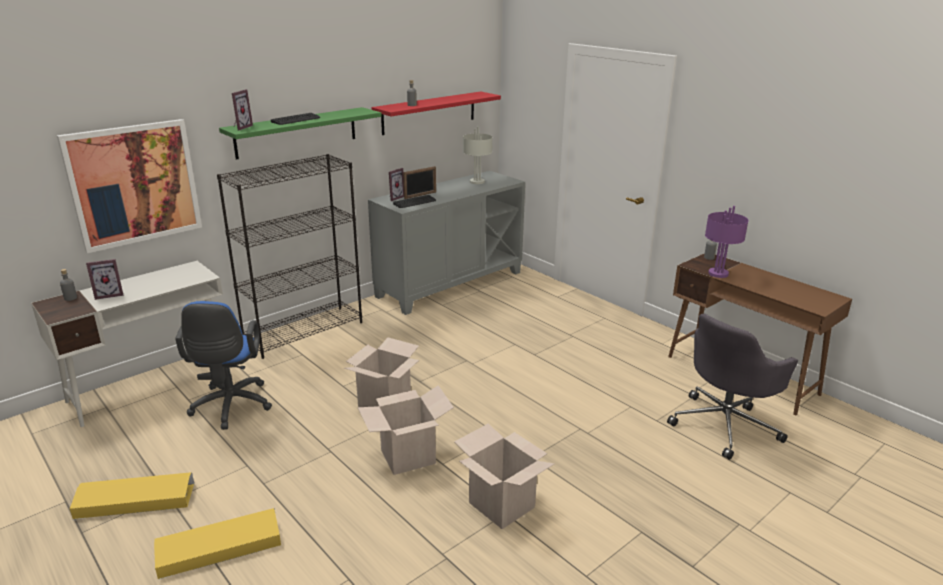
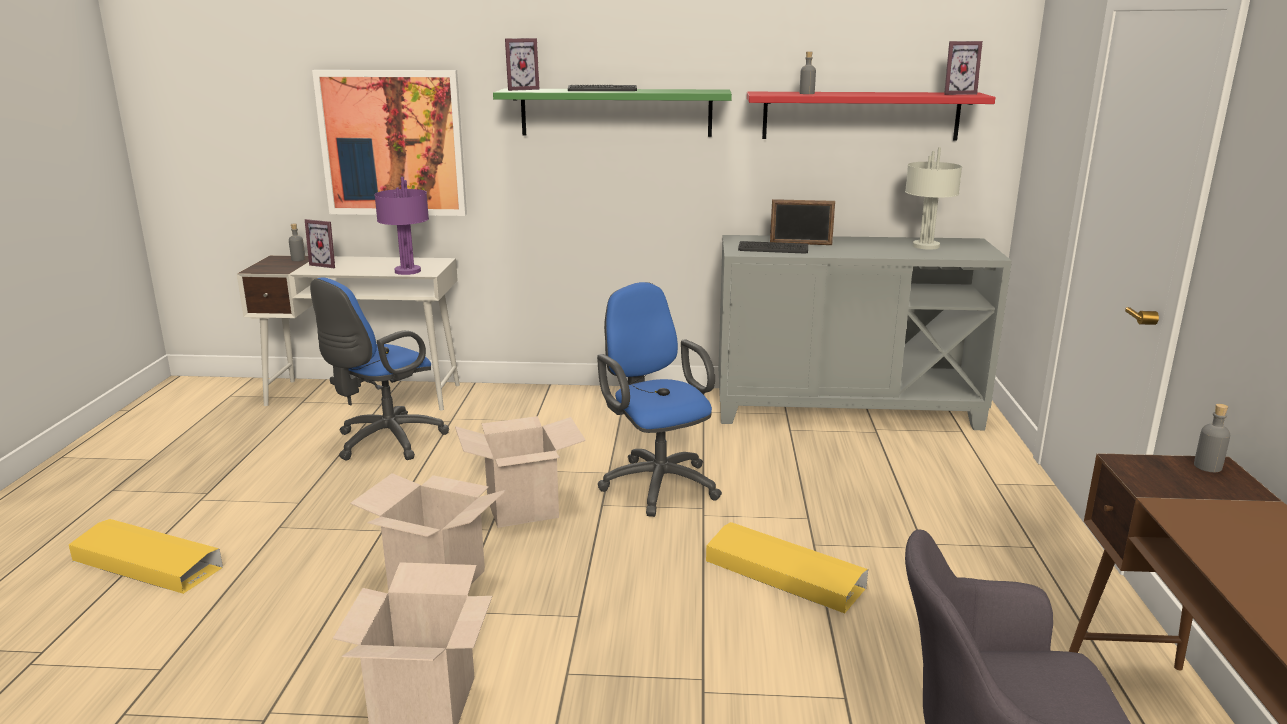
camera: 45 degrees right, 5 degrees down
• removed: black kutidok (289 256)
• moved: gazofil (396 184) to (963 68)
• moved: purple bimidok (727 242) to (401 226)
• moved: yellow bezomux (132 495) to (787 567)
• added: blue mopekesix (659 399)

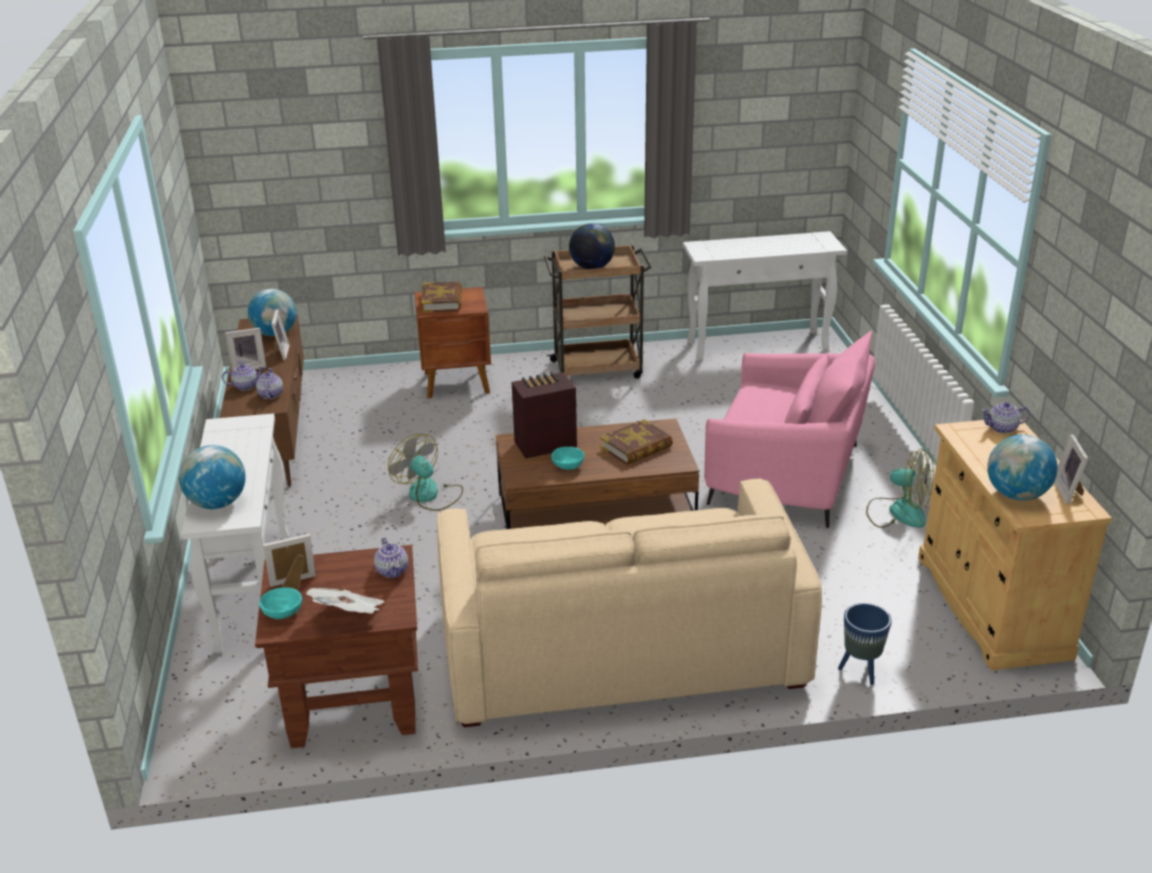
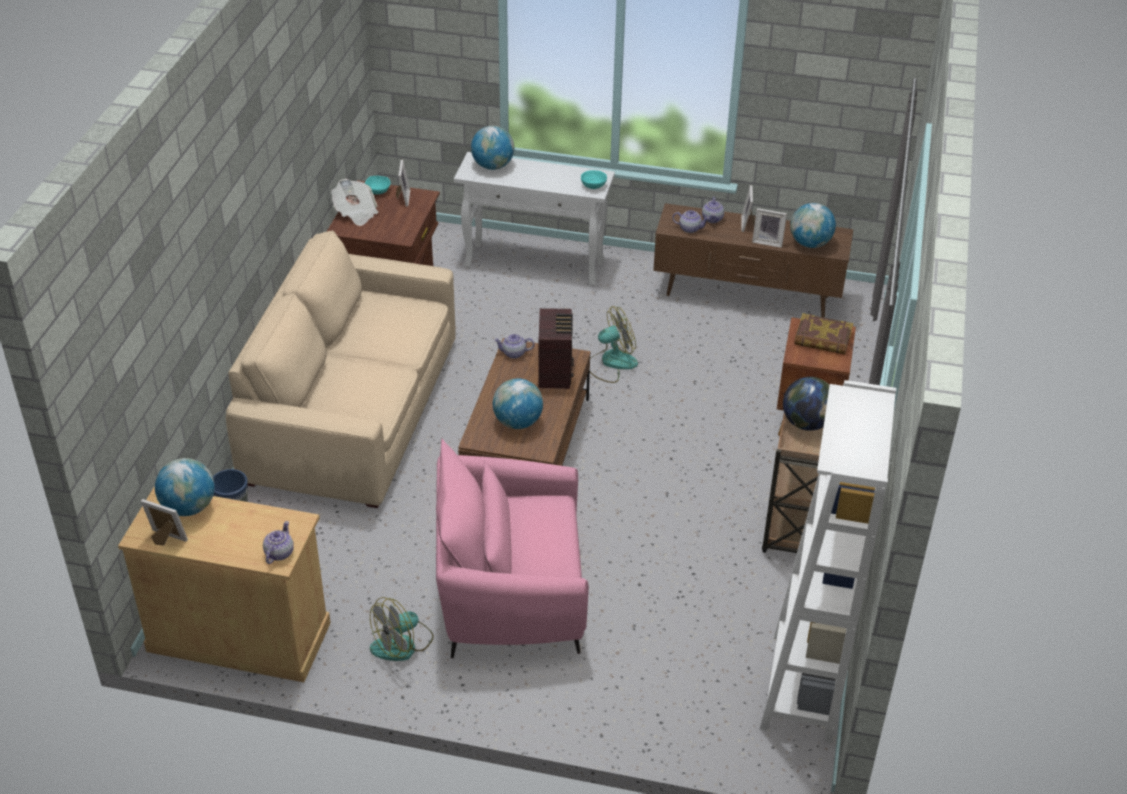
camera: 110 degrees right, 10 degrees up
• replaced: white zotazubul (765 296) to white kutidok (828 561)
• turned: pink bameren (789 429) = (512 549) 45 degrees clockwise
• replaced: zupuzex (636 442) to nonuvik (518 403)
• moved: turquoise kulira (567 458) to (594 179)
• moved: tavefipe (391 558) to (514 346)

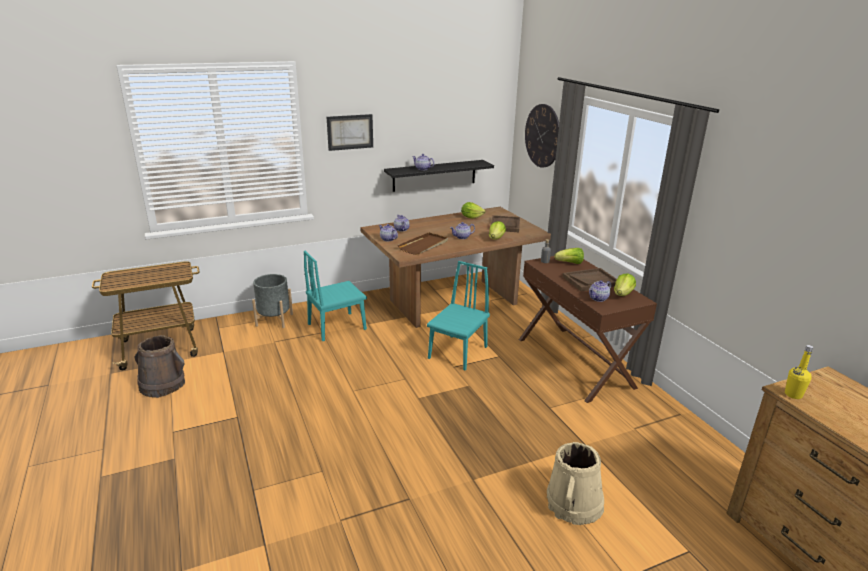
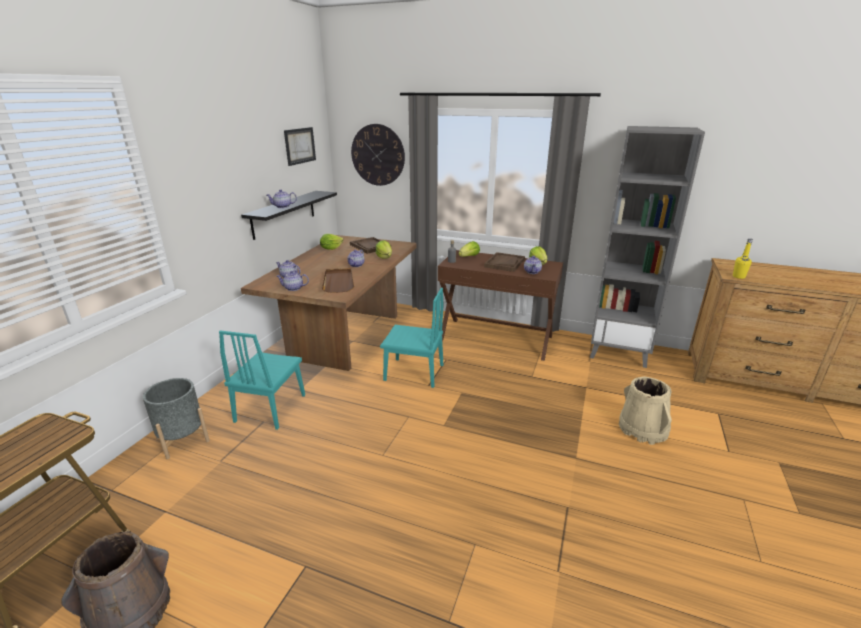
camera: 45 degrees left, 0 degrees up
• moved: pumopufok (350 132) to (300 146)
• turned: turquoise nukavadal (458 315) = (412 338) 120 degrees clockwise
• added: grey kutidok (647 247)

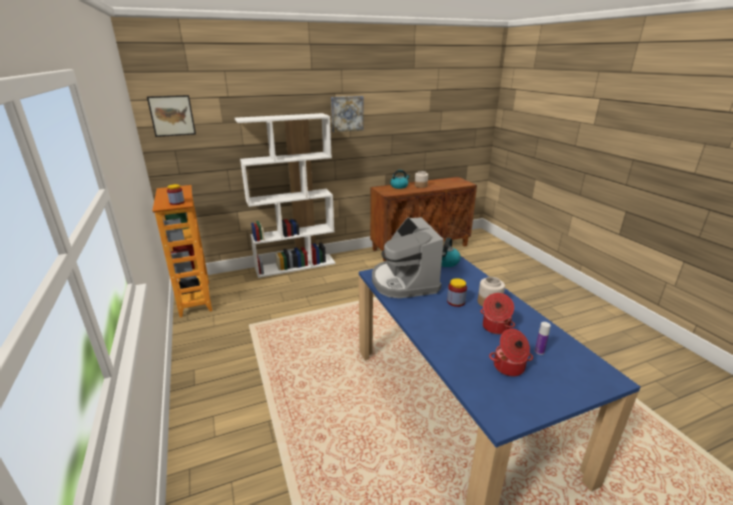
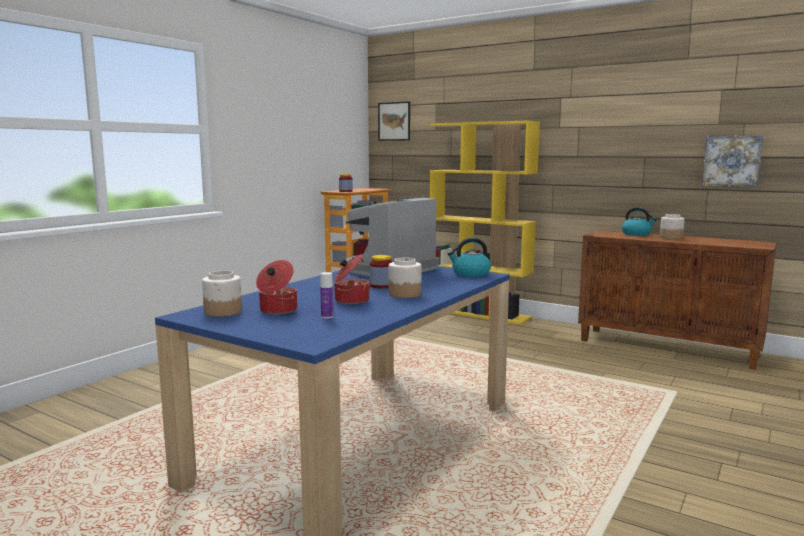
camera: 55 degrees right, 15 degrees down
• moved: pumopufok (347 114) to (733 161)
• recoloured: white kutidok (285 195) to yellow kutidok (485 222)
• added: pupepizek (222 294)

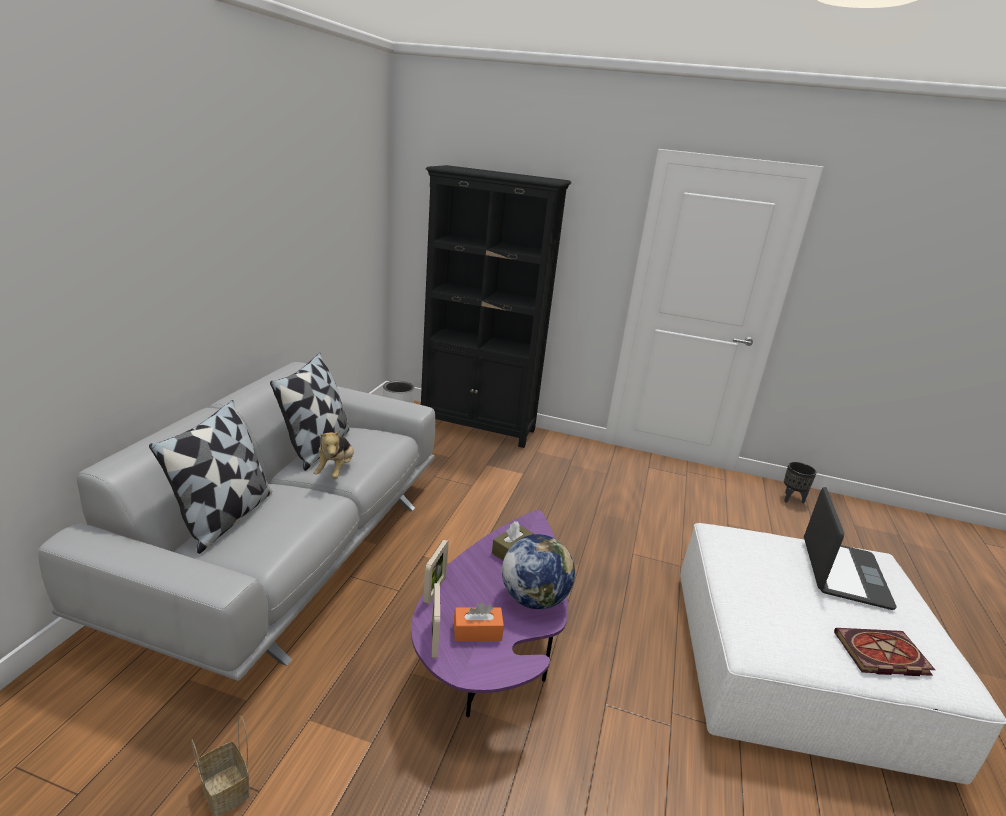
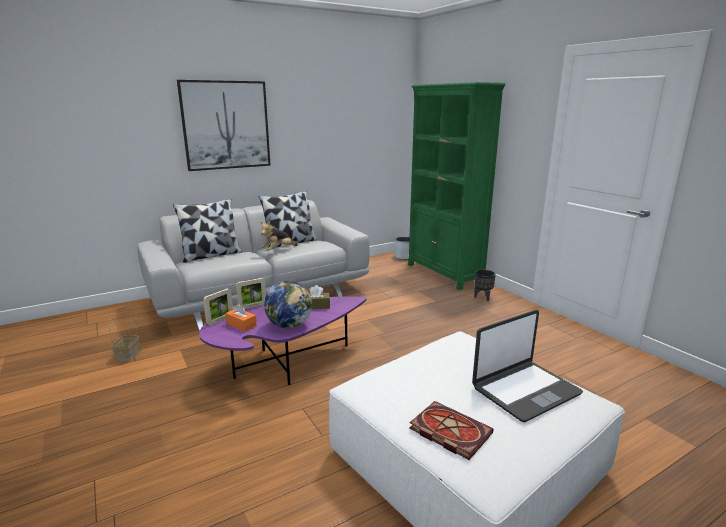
camera: 45 degrees right, 5 degrees down
• recoloured: black kutidok (496 306) to green kutidok (457 186)
• moved: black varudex (800 482) to (485 285)
• added: pumopufok (224 125)

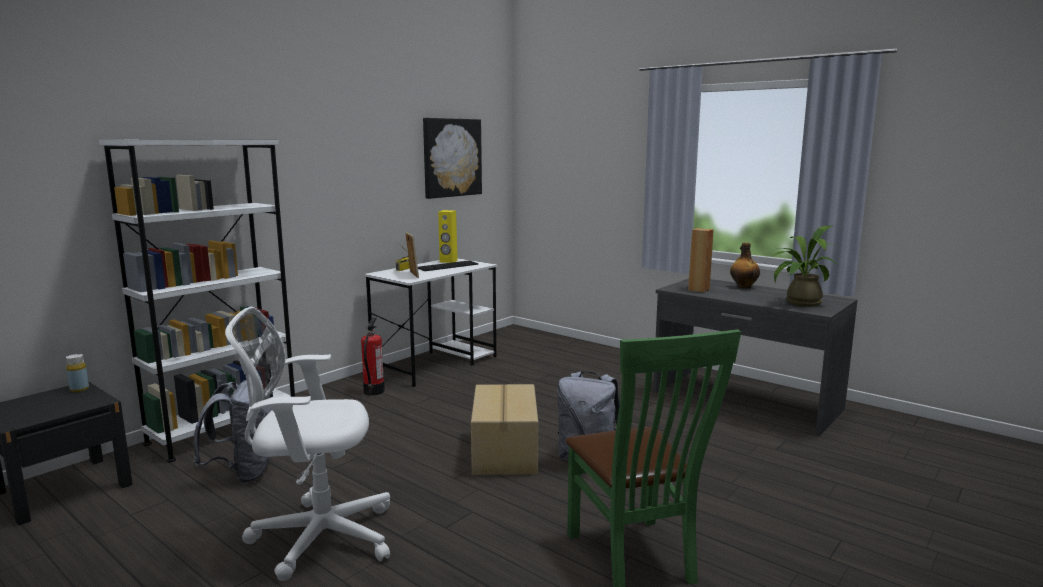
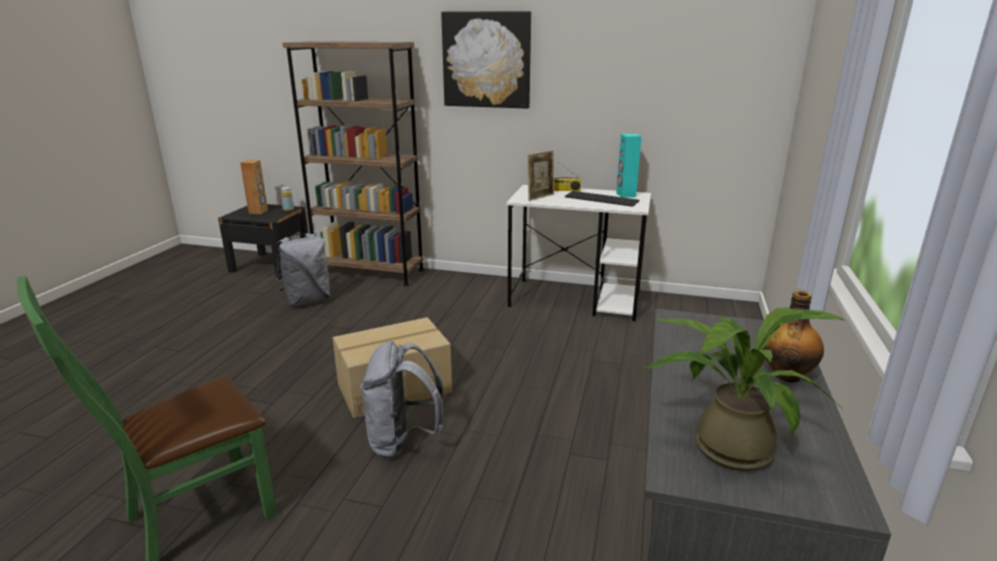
camera: 65 degrees right, 10 degrees up
• moved: pumopufok (452 158) to (486 60)
• recoloured: white kutidok (197 300) to brown kutidok (353 164)
• recoloured: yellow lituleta (448 236) to turquoise lituleta (629 166)
• moved: brown lituleta (701 260) to (254 187)
• removed: white mopekesix (307 444)
• removed: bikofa (373 356)

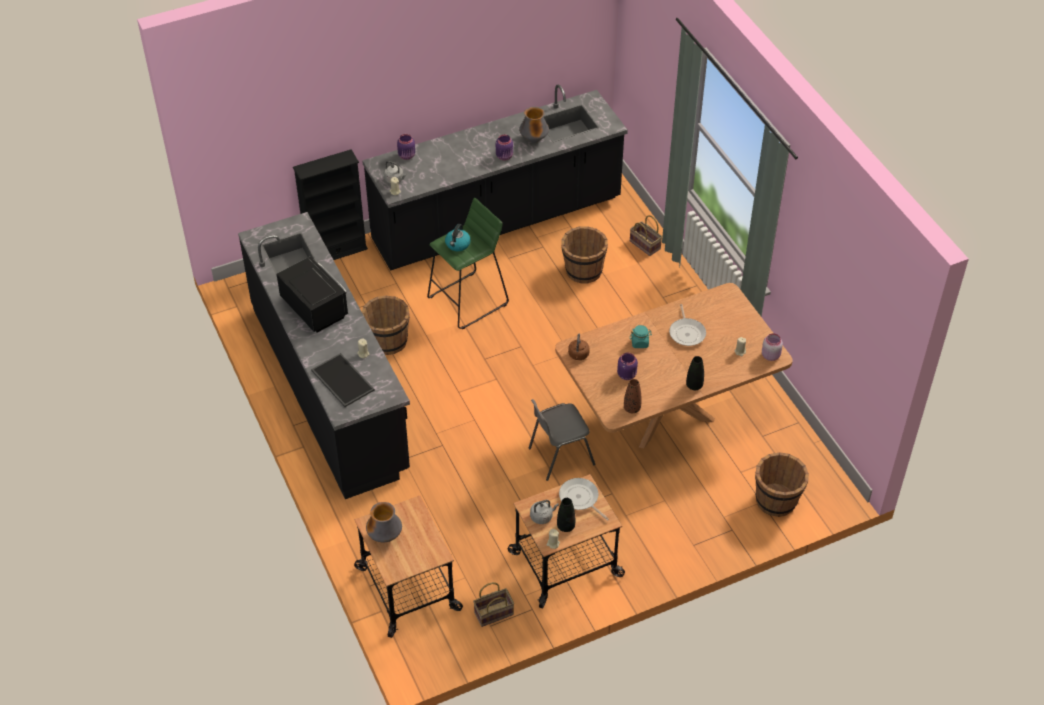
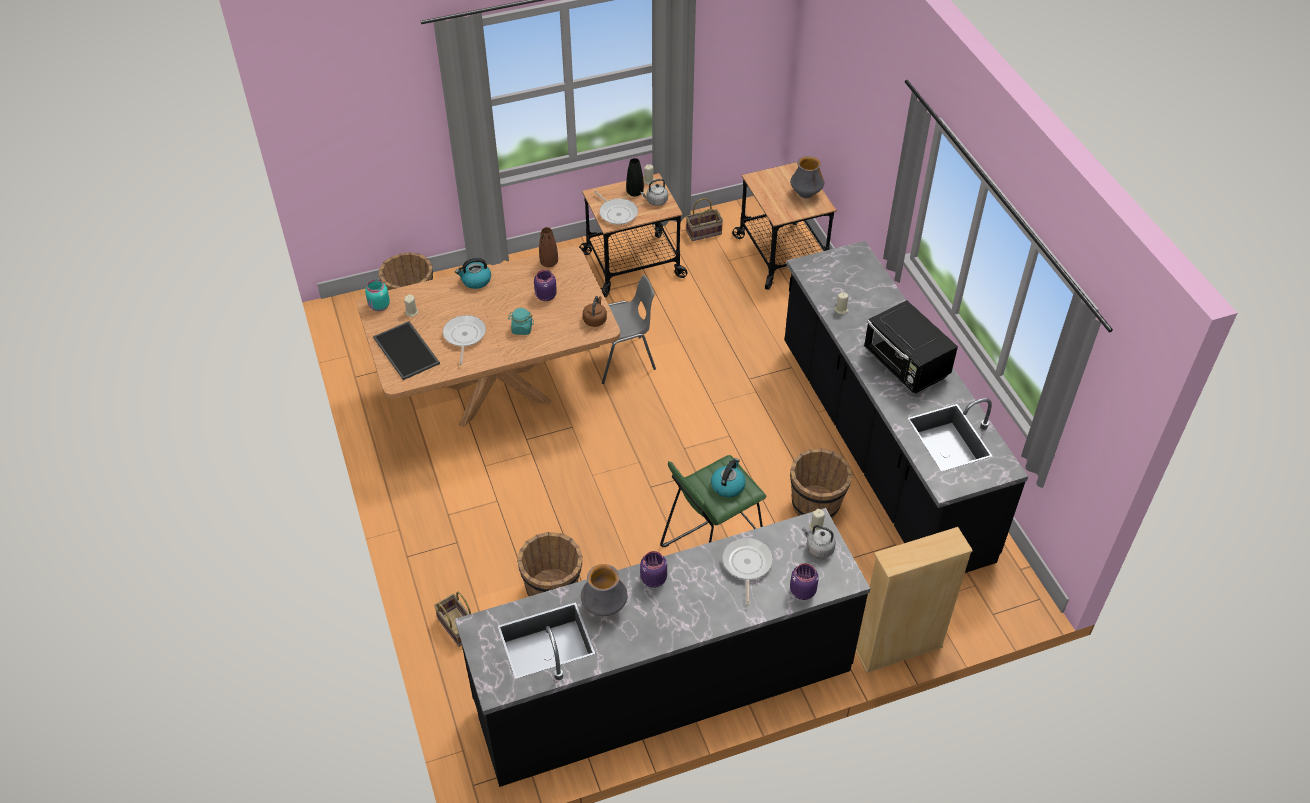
camera: 175 degrees left, 0 degrees up
• recoloured: black kutidok (330 204) to beige kutidok (914 600)
• recoloured: pink pupepizek (772 347) to turquoise pupepizek (377 295)
• moved: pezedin (343 380) to (406 350)
• replaced: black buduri (695 373) to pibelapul (473 273)
• added: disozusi (747 571)

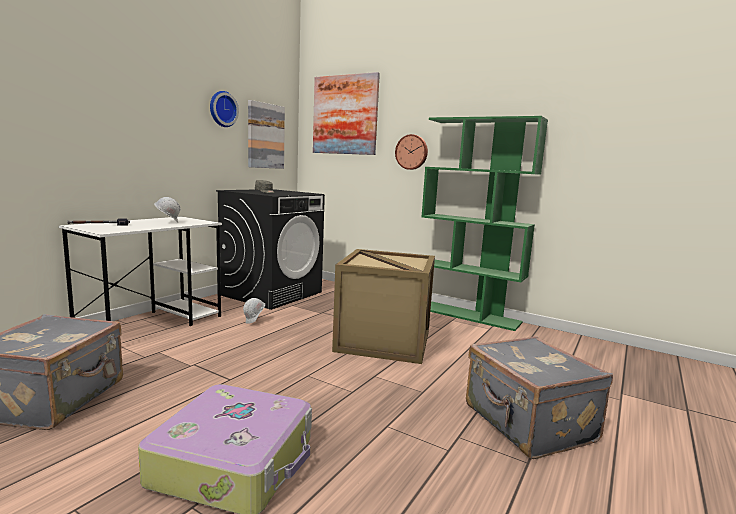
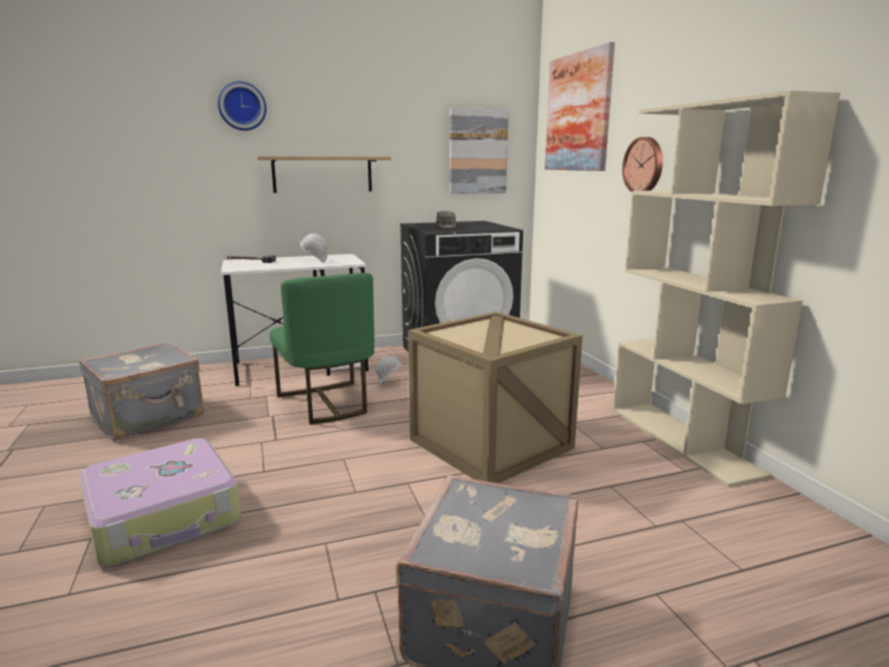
camera: 40 degrees right, 5 degrees up
• moved: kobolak (224 109) to (242 106)
• recoloured: green kutidok (484 223) to beige kutidok (726 288)
• added: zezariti (324 174)
• added: green nukavadal (322 348)

